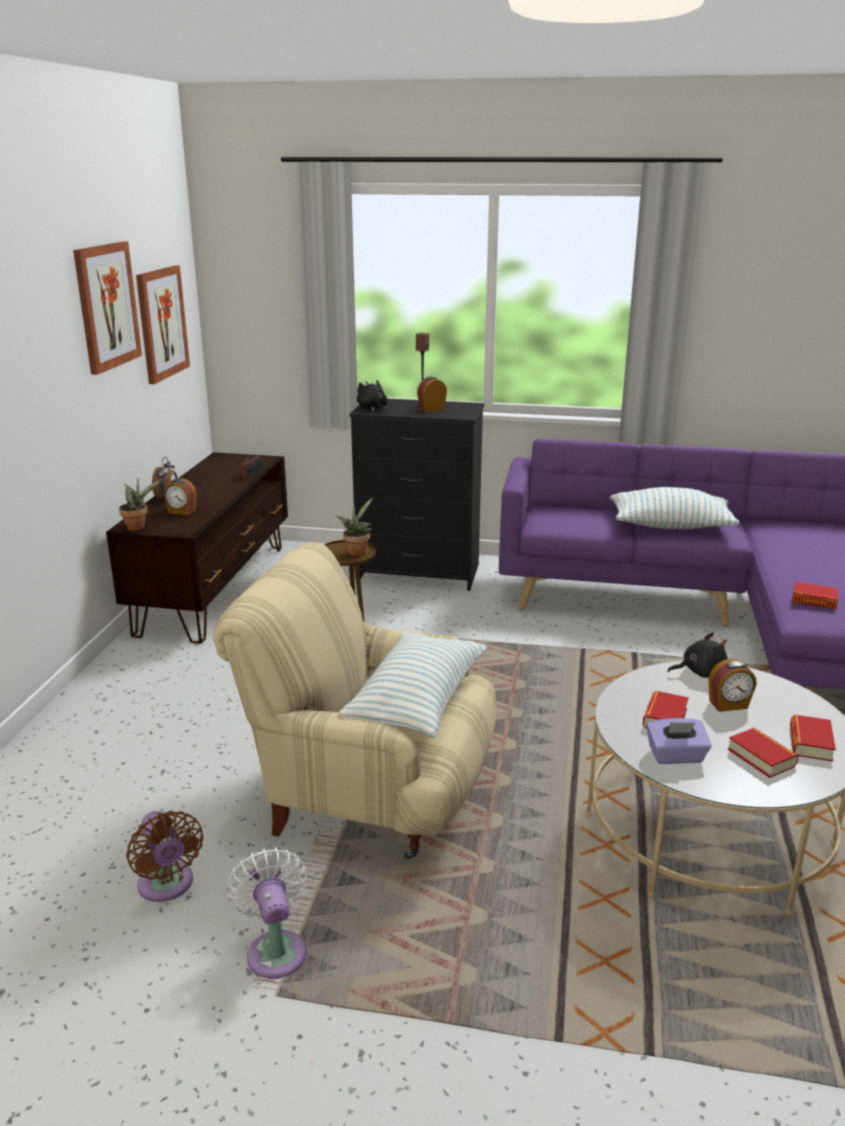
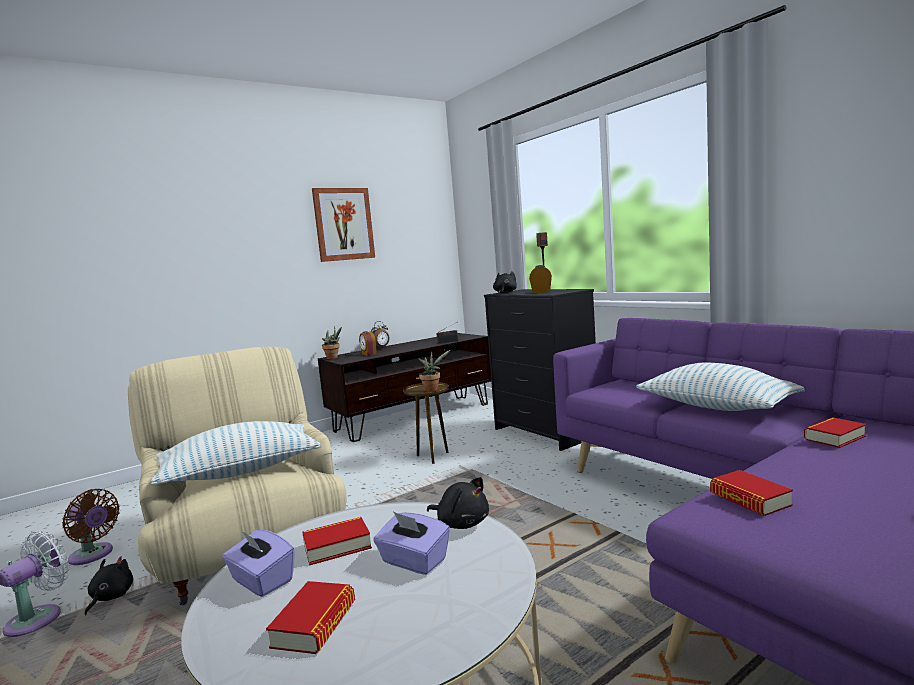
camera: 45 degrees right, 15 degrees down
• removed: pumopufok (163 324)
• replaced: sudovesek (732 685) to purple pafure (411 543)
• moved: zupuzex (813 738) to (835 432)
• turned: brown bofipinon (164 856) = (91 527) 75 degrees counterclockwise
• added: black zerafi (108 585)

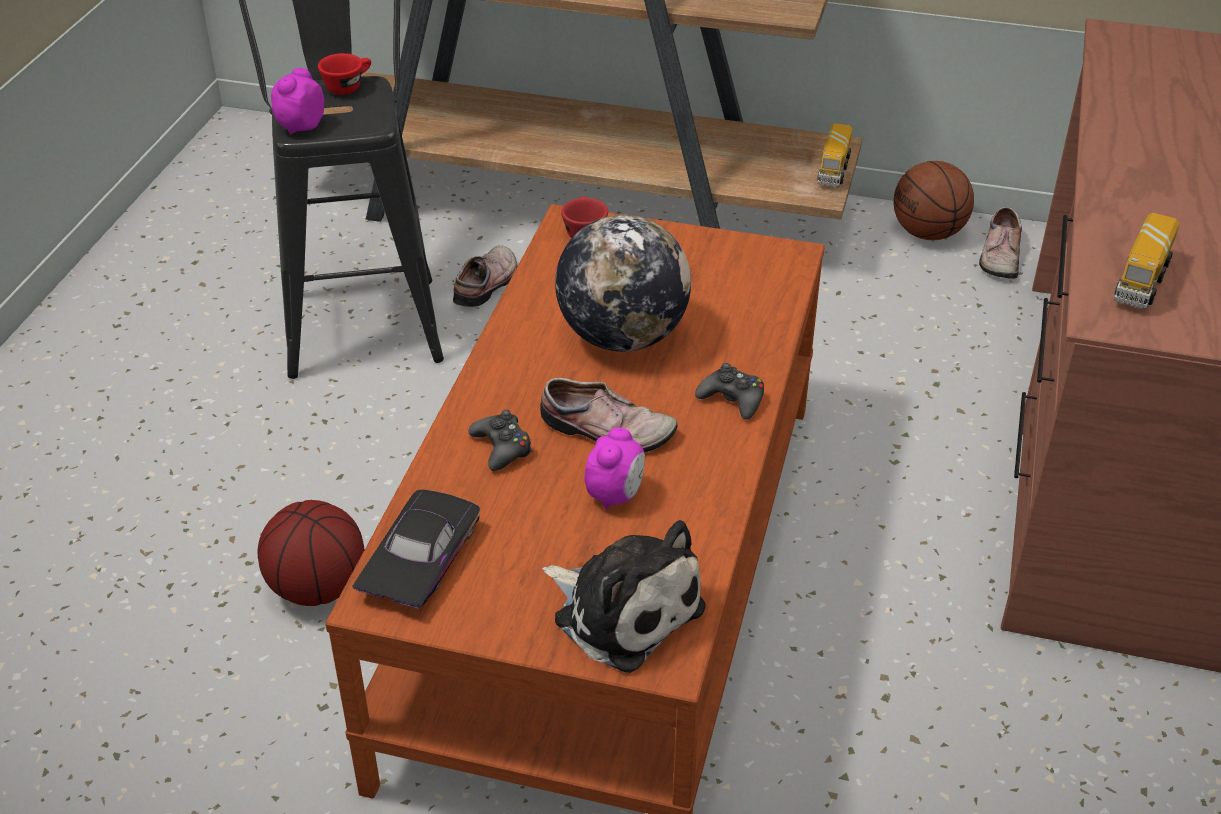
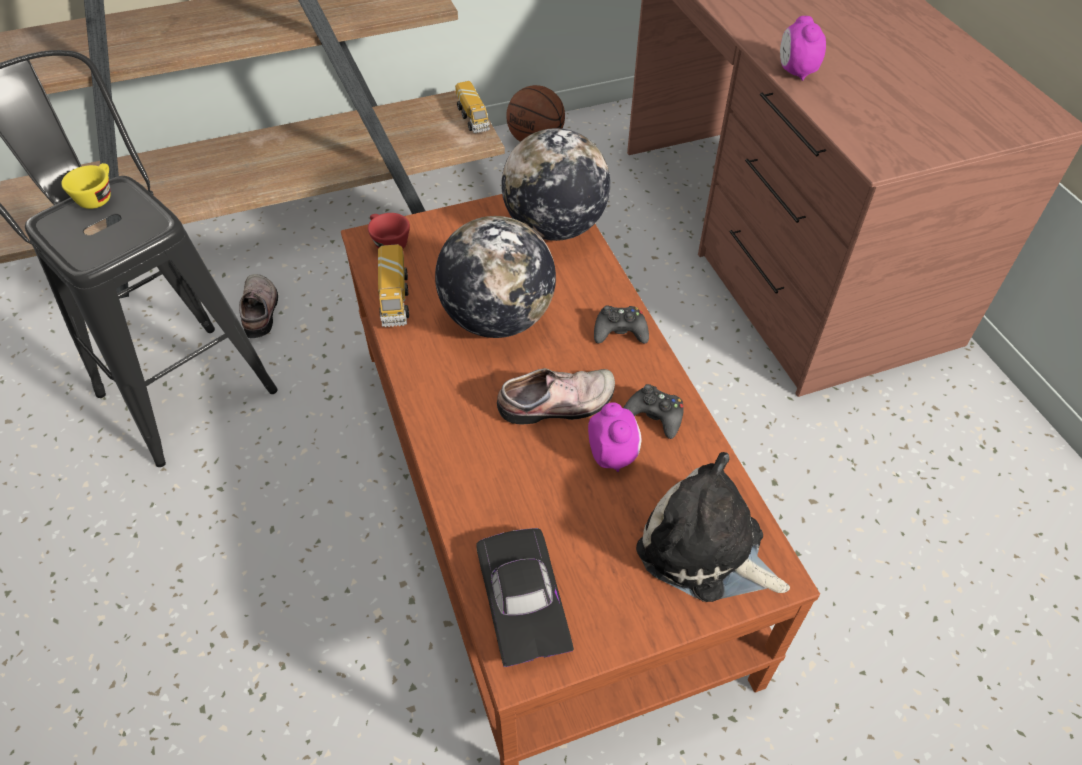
camera: 35 degrees left, 10 degrees up
• recoloured: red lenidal (344 74) to yellow lenidal (86 186)
• moved: sudovesek (297 101) to (803 48)
• removed: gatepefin (1000 243)
• moved: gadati (1147 261) to (393 285)
• moved: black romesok (500 440) to (653 411)
• removed: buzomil (311 553)
• turned: zerafi (624 596) = (713 527) 150 degrees counterclockwise
• added: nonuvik (555 184)

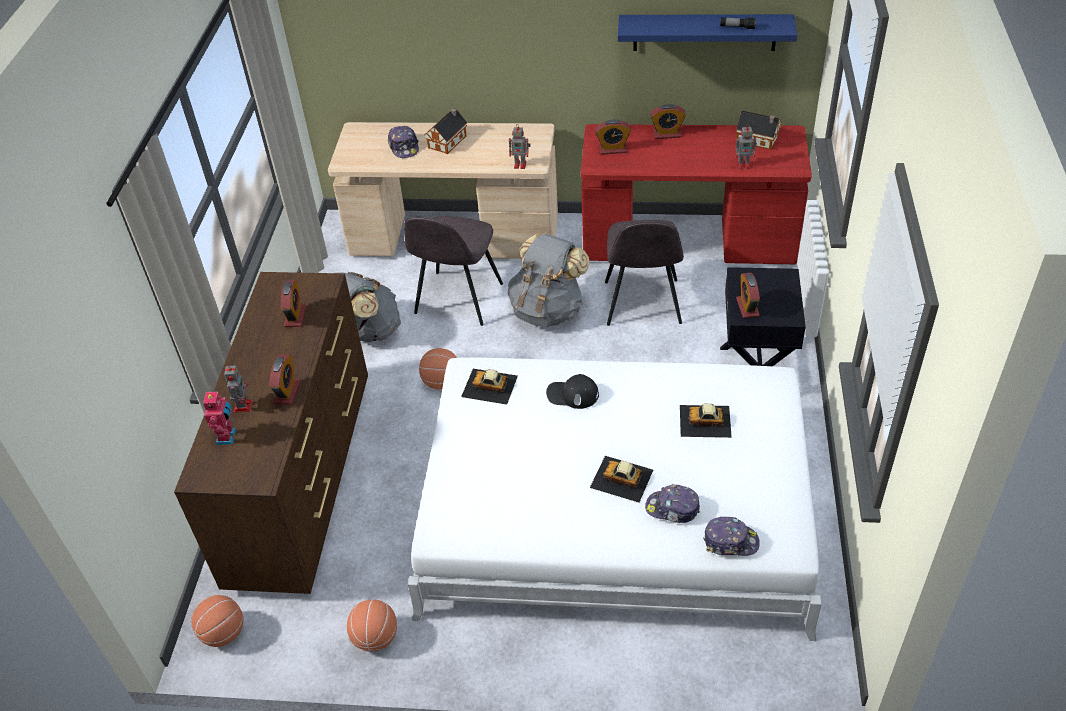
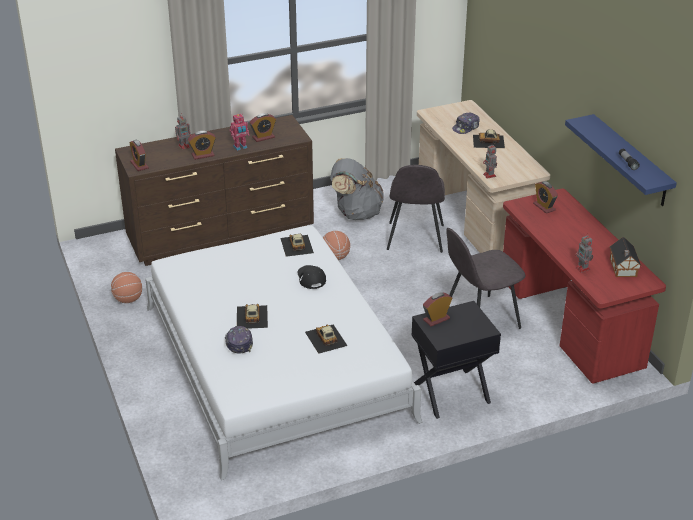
camera: 60 degrees right, 10 degrees down
• moved: sudovesek (668 121) to (139 155)
• replaced: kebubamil (447 131) to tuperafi (489 138)
• turned: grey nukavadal (453 271) = (416 209) 75 degrees counterclockwise
• removed: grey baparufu (549 280)
• moved: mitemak (219 417) to (239 132)
• removed: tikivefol (731 536)
• removed: buzomil (217 621)

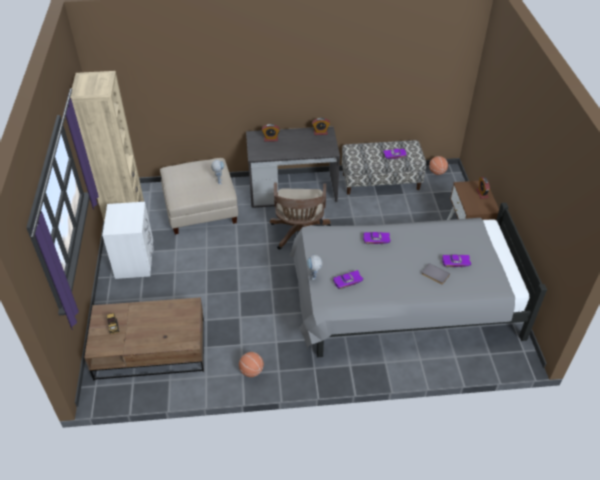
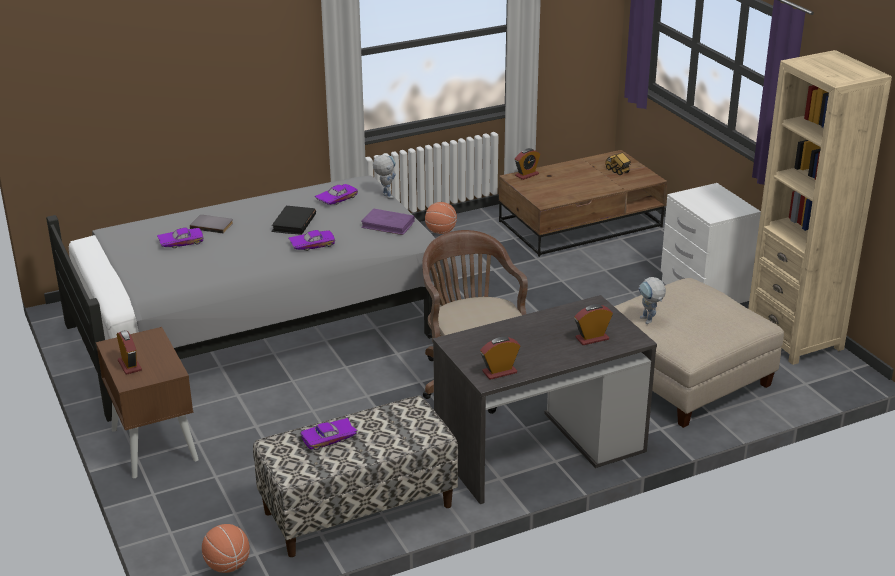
camera: 160 degrees right, 15 degrees down
• added: sudovesek (527 164)
• added: black zupuzex (293 220)
• added: purple zupuzex (388 221)

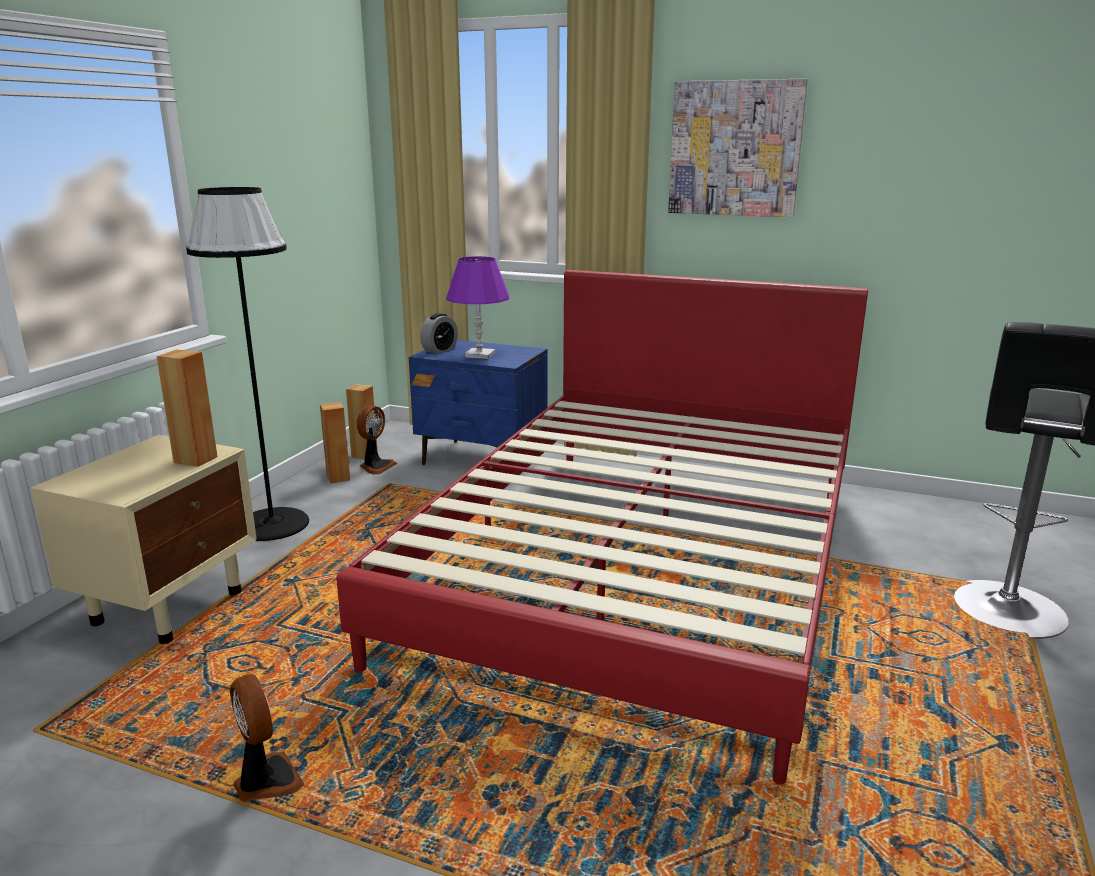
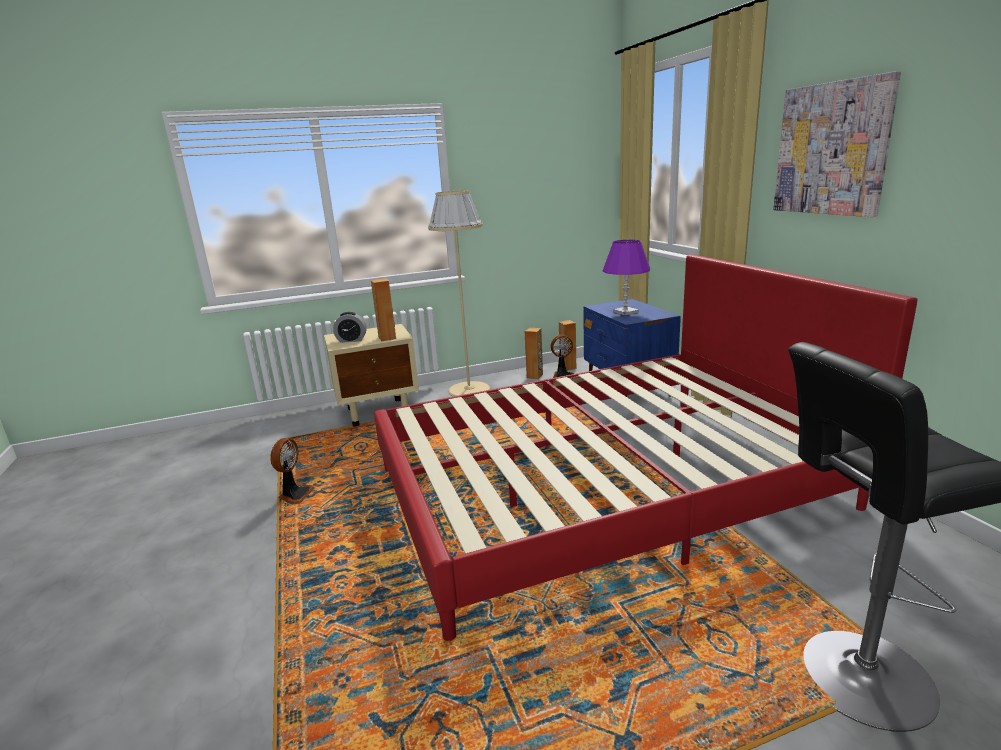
camera: 50 degrees right, 0 degrees up
• recoloured: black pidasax (247 364) to beige pidasax (459 293)
• moved: sudovesek (439 333) to (350 327)

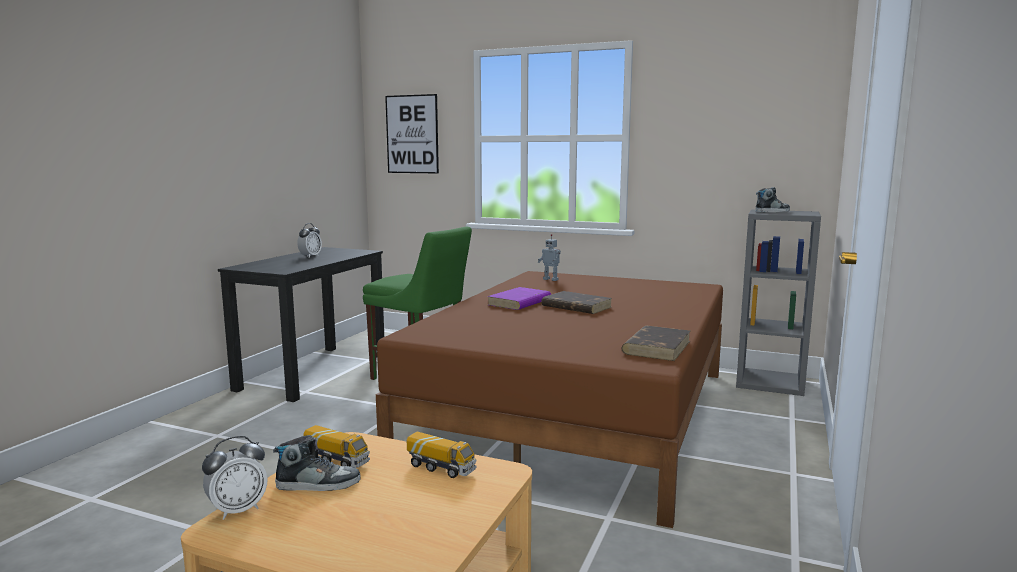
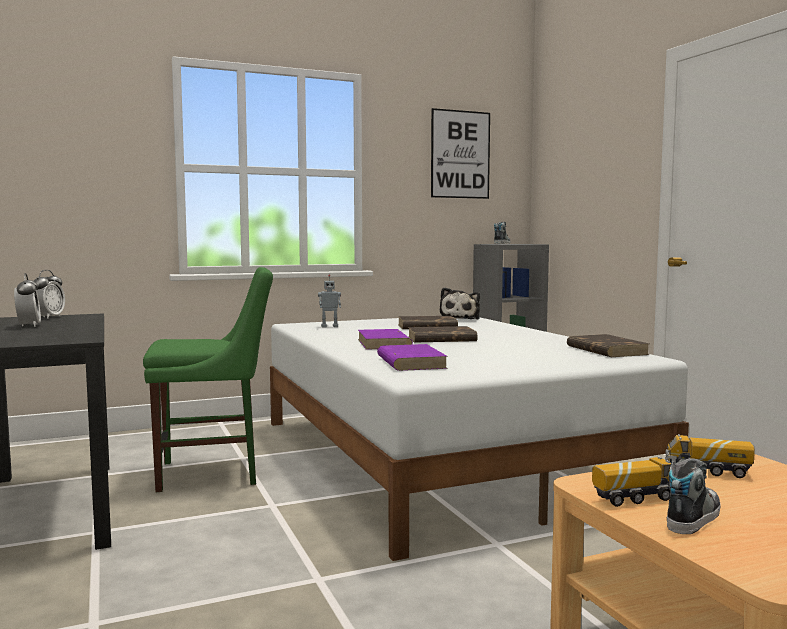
camera: 45 degrees left, 5 degrees down
• moved: pumopufok (412 134) to (460 153)
• recoloured: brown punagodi (549 399) to white punagodi (479 439)
• turned: gadati (441 455) = (710 456) 150 degrees counterclockwise
• moved: sudovesek (235 478) to (49 294)
• added: zerafi (460 303)
• added: brown zupuzex (428 322)
• added: purple zupuzex (412 357)

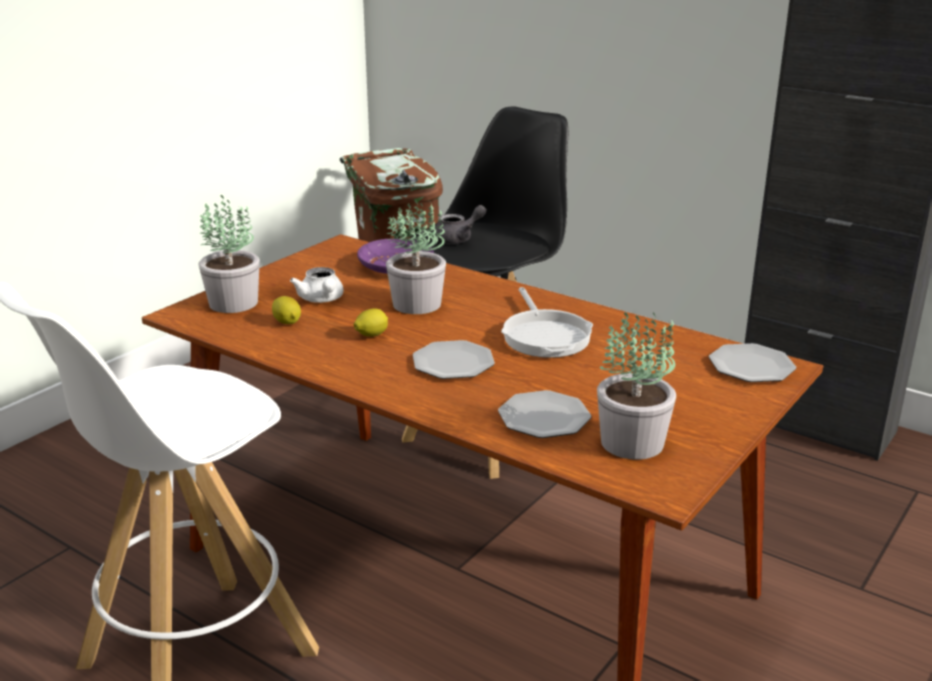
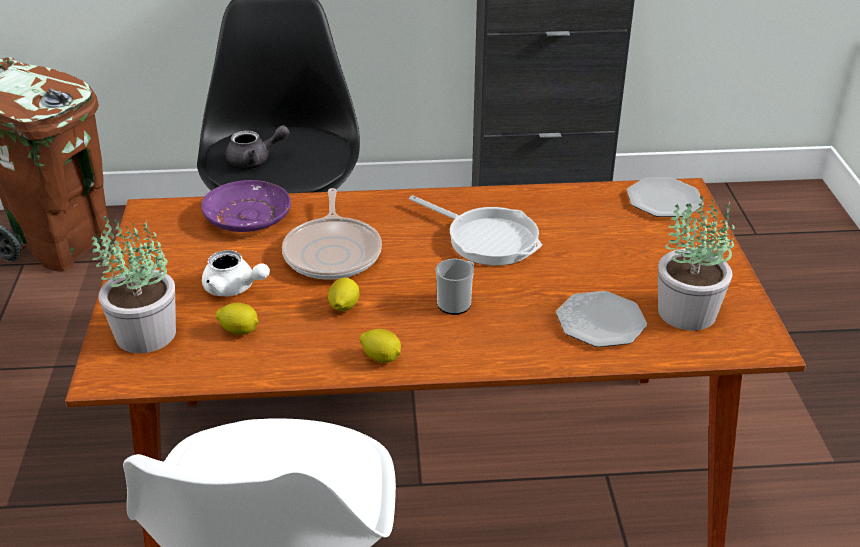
camera: 40 degrees left, 10 degrees up
• replaced: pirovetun (416 257) to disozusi (332 233)
• turned: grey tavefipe (459 224) = (258 146) 60 degrees clockwise
• replaced: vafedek (454 359) to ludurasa (455 287)
• added: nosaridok (380 346)

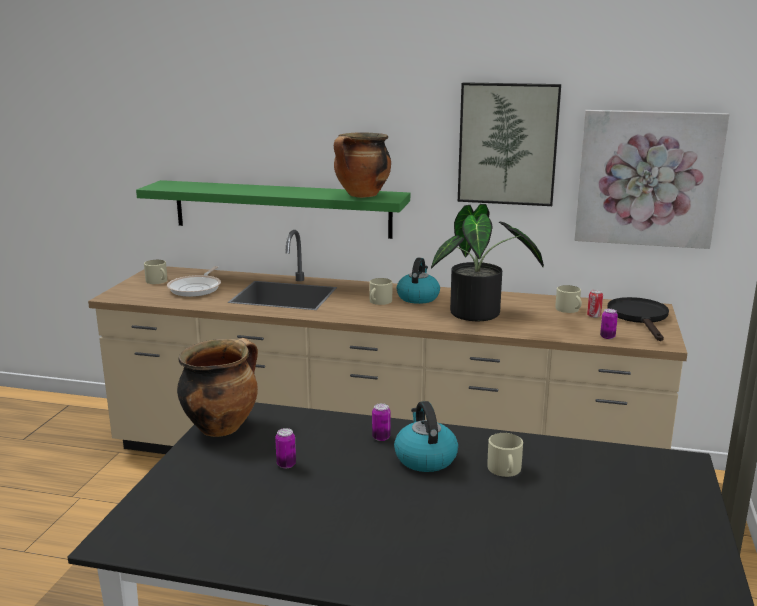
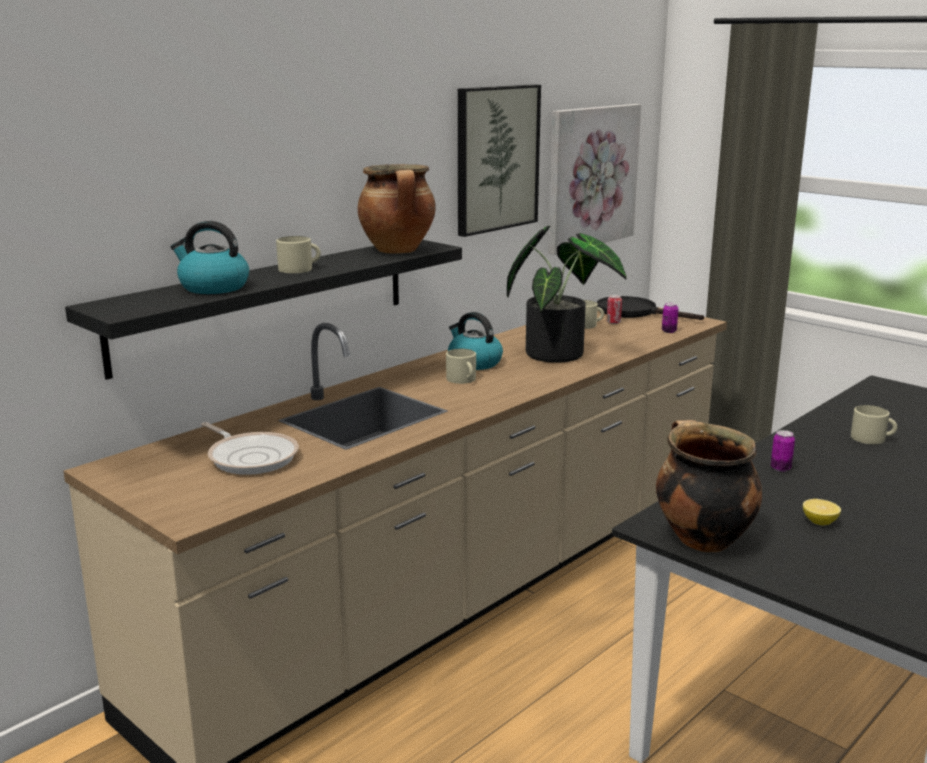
camera: 60 degrees left, 0 degrees up
• recoloured: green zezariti (273 209) to black zezariti (263 310)
• moved: beige ludurasa (155 272) to (298 254)
• moved: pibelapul (426 436) to (210 257)
• replaced: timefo (285 448) to nosaridok (822 512)

